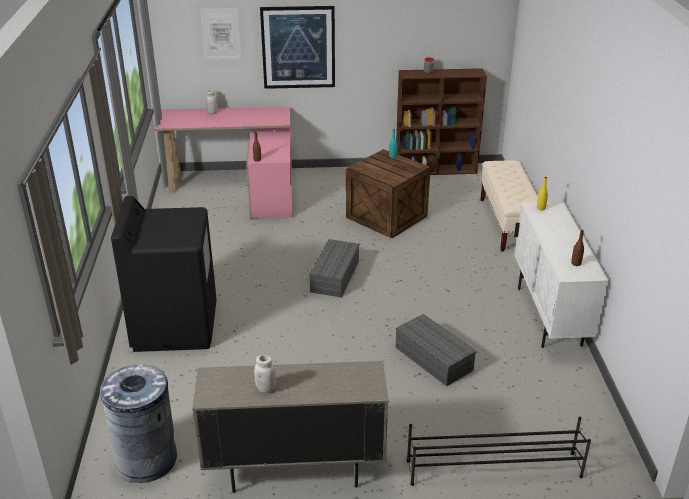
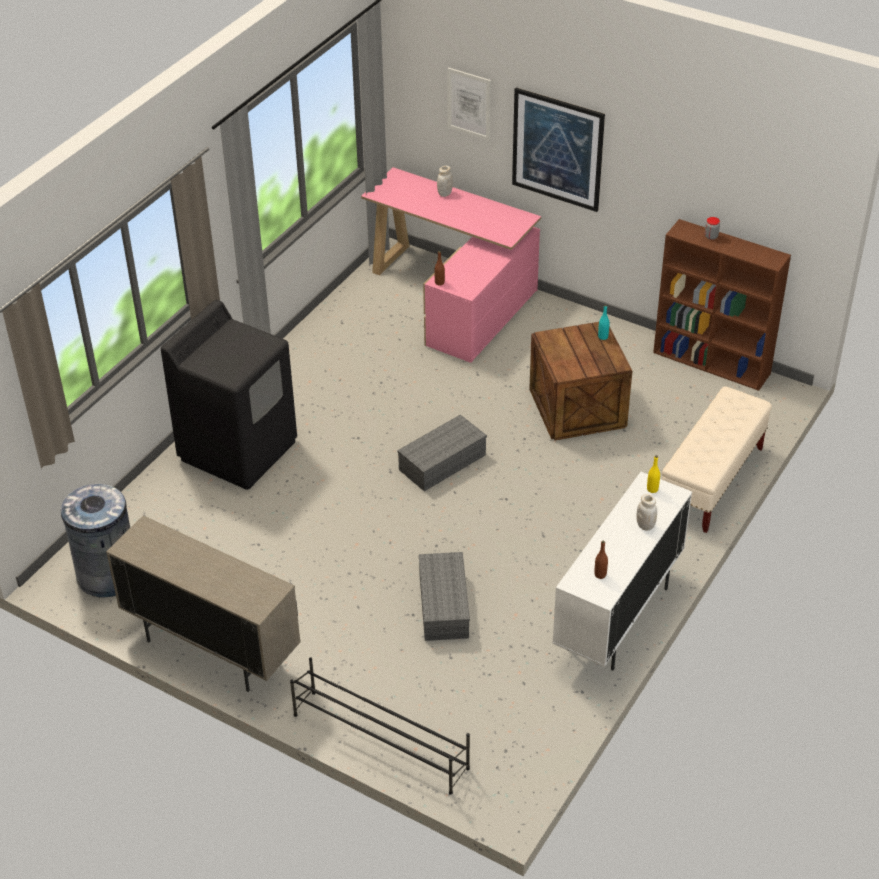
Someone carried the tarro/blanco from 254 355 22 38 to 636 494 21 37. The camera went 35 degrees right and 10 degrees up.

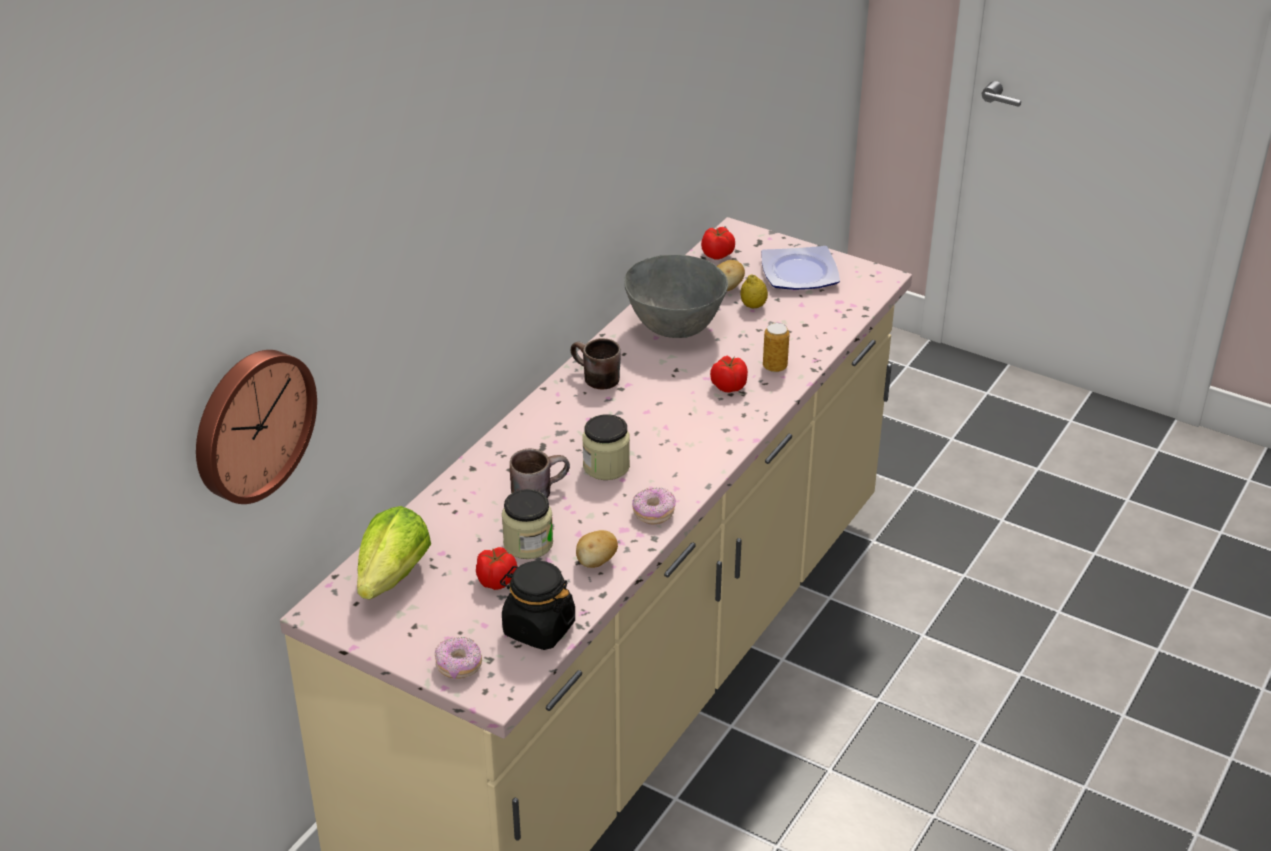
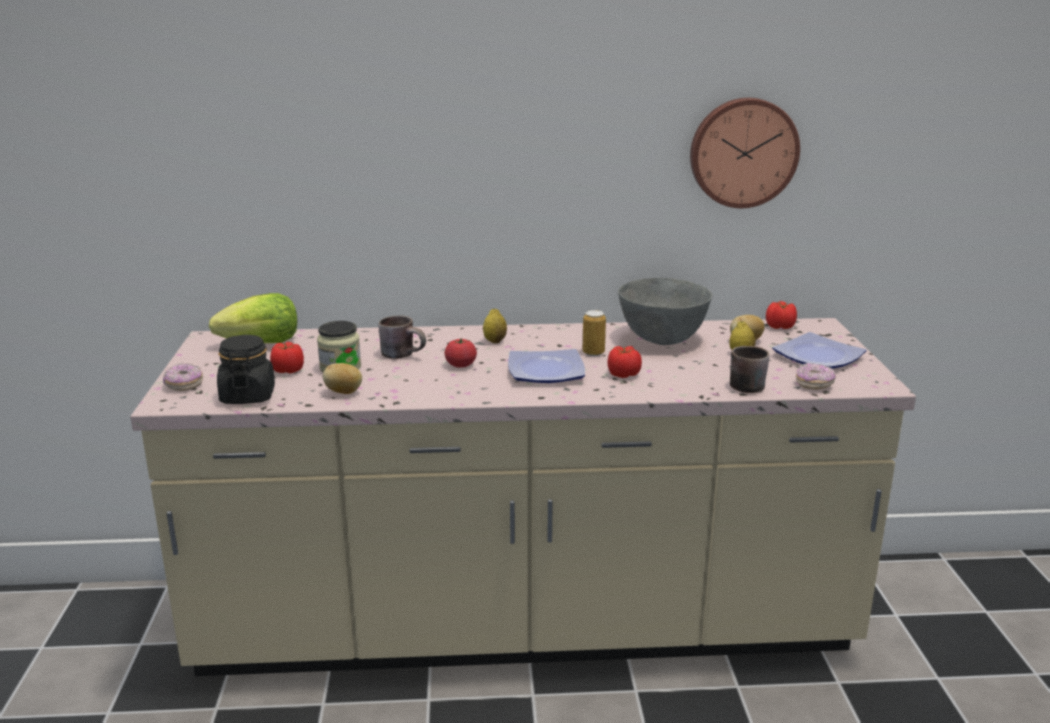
Someone swapped the tarro at 582 414 48 66 for the tomate at 445 338 32 30. Someone put down the limón at 483 309 24 34. Someone put down the plato at 508 349 77 34. Someone carried the lata from 763 323 27 49 to 582 310 24 46. Someone carried the reloj de pared from 196 350 121 154 to 690 98 110 110. Someone carried the taza grande/marrón from 570 338 51 52 to 730 346 40 47. Someone carried the rosquilla from 632 488 44 36 to 796 363 40 27. The camera went 55 degrees right and 15 degrees down.

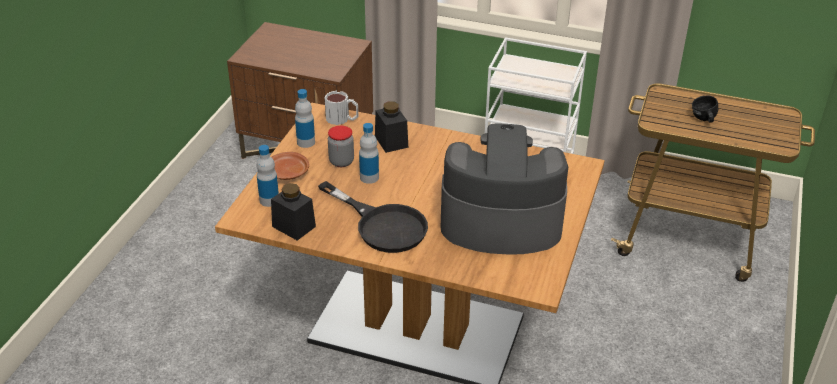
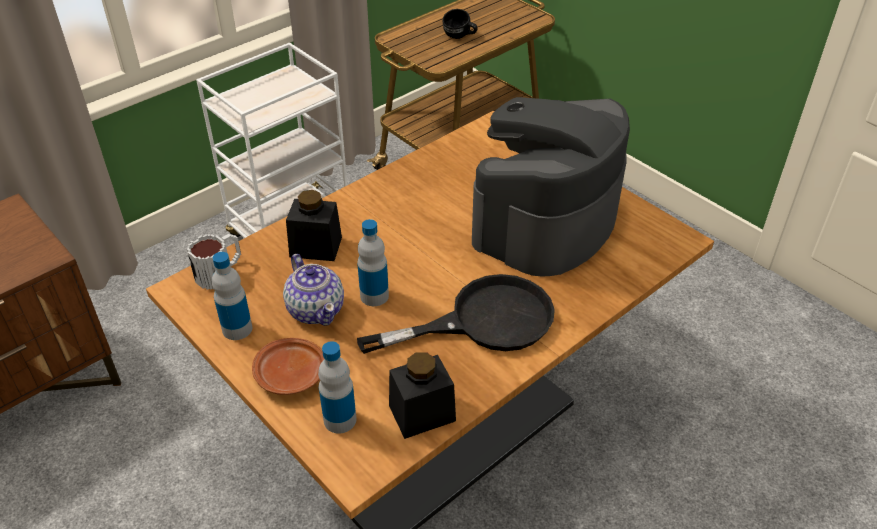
Someone swapped the tarro at 328 126 26 41 for the tetera at 283 254 61 72. The camera went 60 degrees left and 5 degrees up.

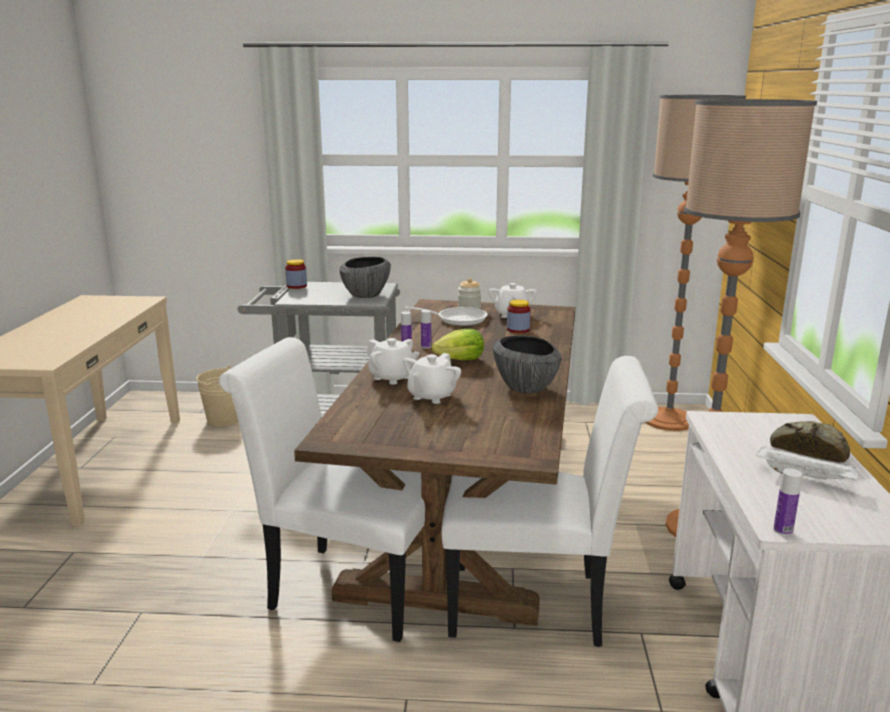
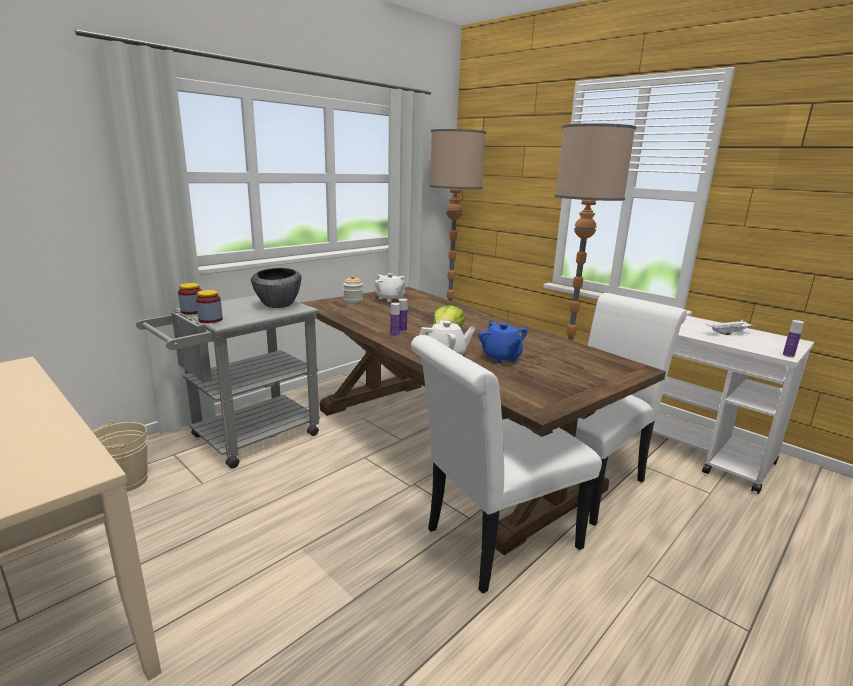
Someone carried the tarro from 507 300 24 33 to 196 290 27 33. Someone repainted the tetera/blanco at 403 353 58 51, which became the tetera/azul at 479 322 49 41. Someone took away the sartén at 405 307 82 19. Someone took away the cuenco at 493 336 69 57. Someone took away the pan at 770 421 80 42. The camera went 50 degrees left and 0 degrees up.

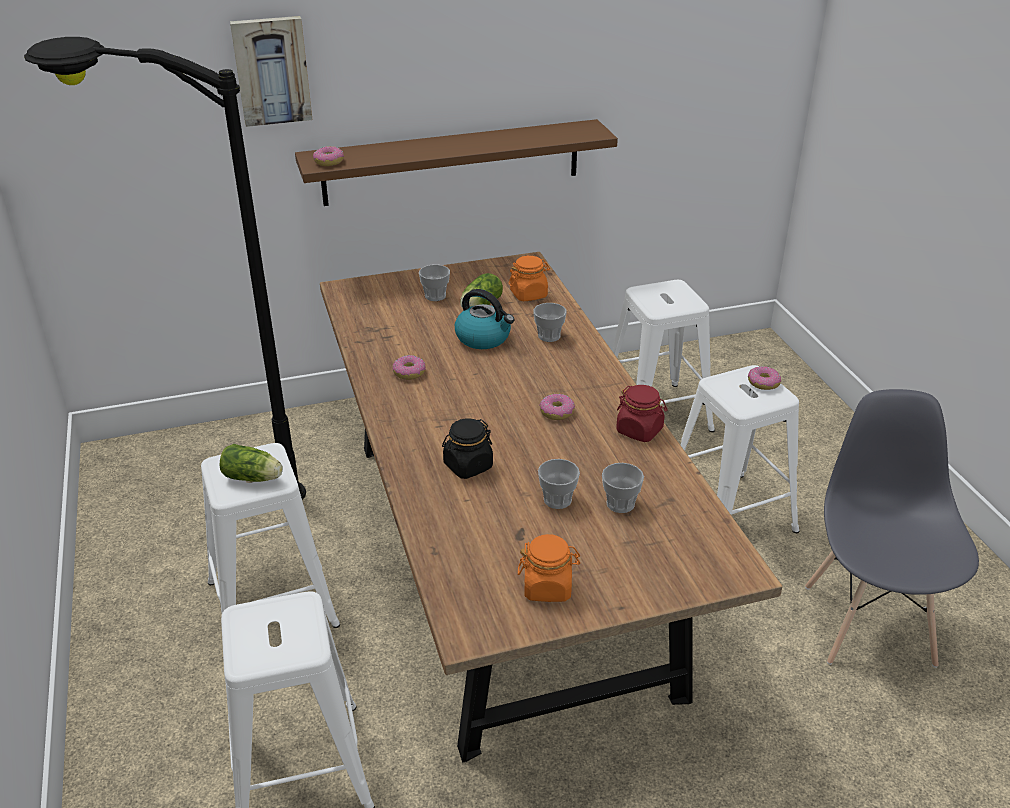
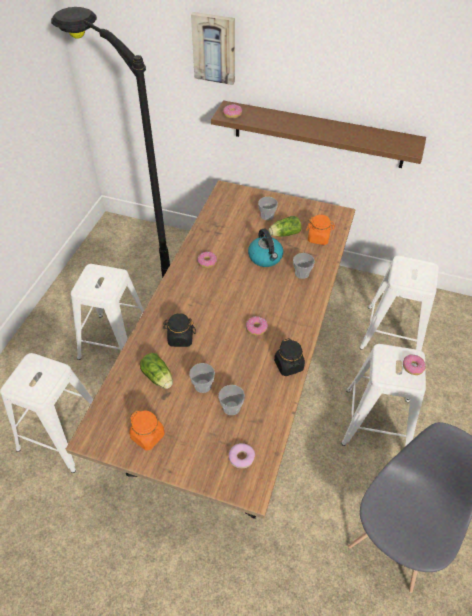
Someone carried the lechuga from 219 444 64 38 to 140 353 33 36. Someone put down the rosquilla at 229 443 26 25. Someone repainted the tarro/rojo at 616 385 51 57, which became the tarro/negro at 274 338 31 38. The camera went 35 degrees right and 15 degrees up.

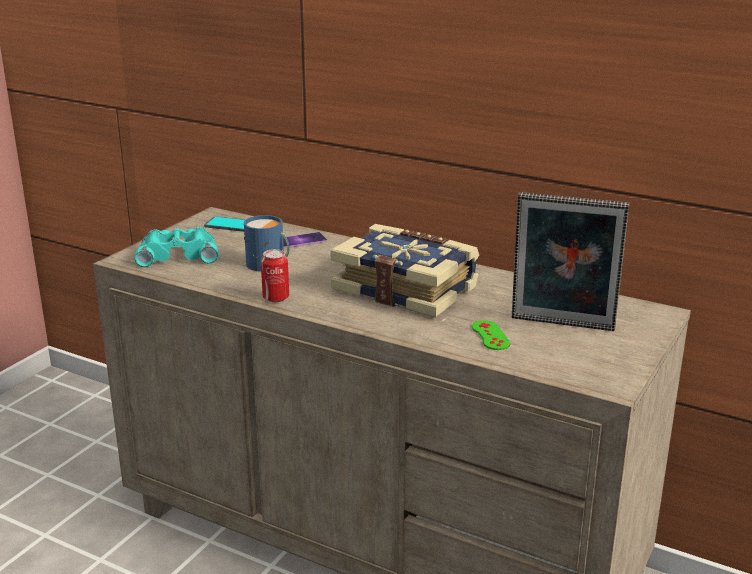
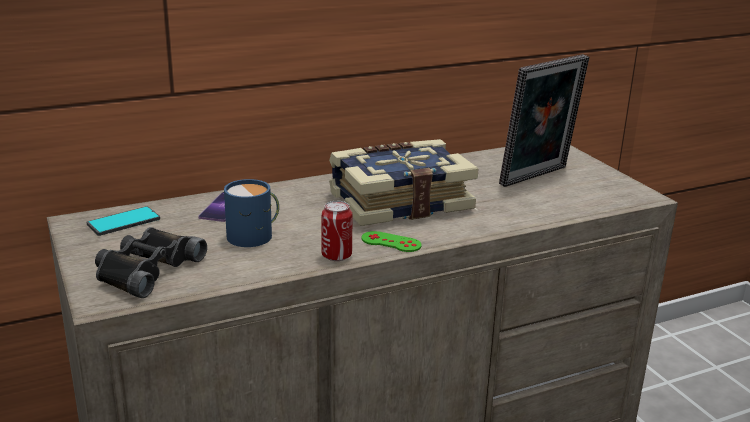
Someone repainted the prismáticos/turquesa at 134 227 85 40, which became the prismáticos/negro at 95 227 112 71. Someone carried the mando de consola/verde from 472 320 38 30 to 362 231 60 21. The camera went 55 degrees left and 0 degrees up.

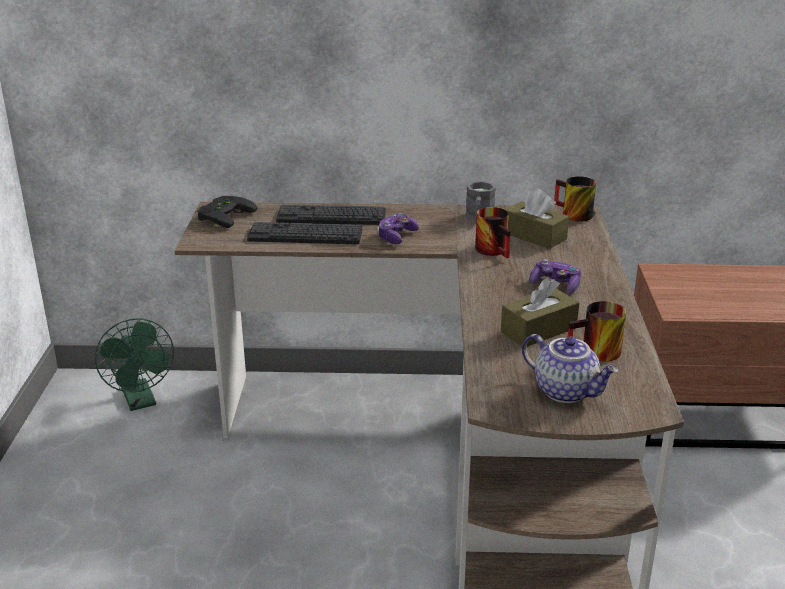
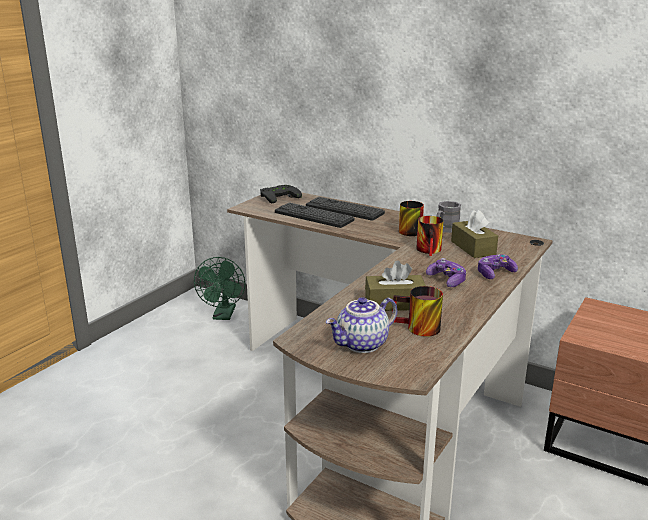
Someone rotated the tetera at 522 334 97 69 by 75 degrees clockwise. Someone carried the taza grande from 554 176 42 46 to 399 201 25 35. Someone carried the mando de consola from 377 213 42 31 to 478 254 40 25. The camera went 30 degrees right and 5 degrees down.

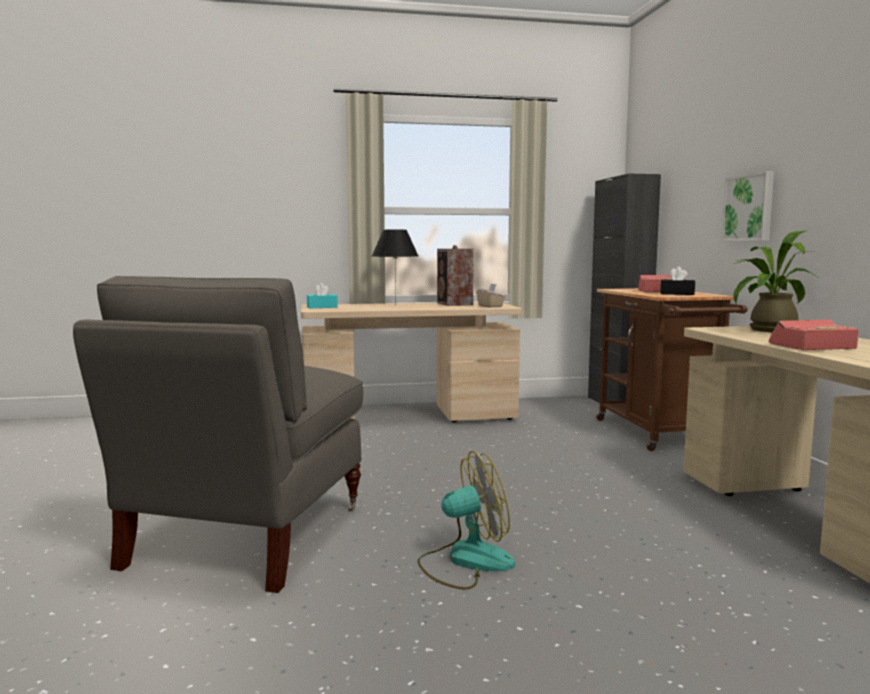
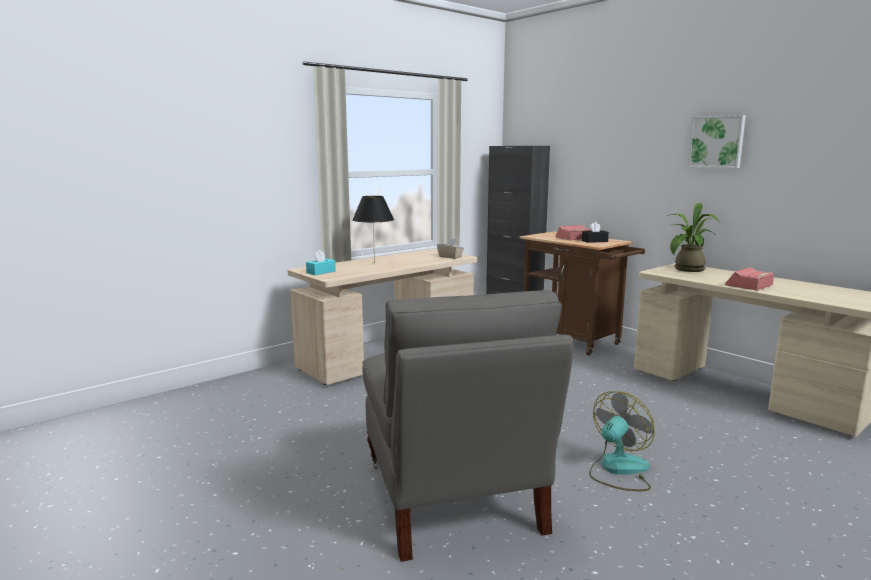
Someone carried the cuadro from 721 171 53 70 to 688 115 58 53. Someone took away the altavoz at 437 245 37 61. The camera went 30 degrees left and 5 degrees up.

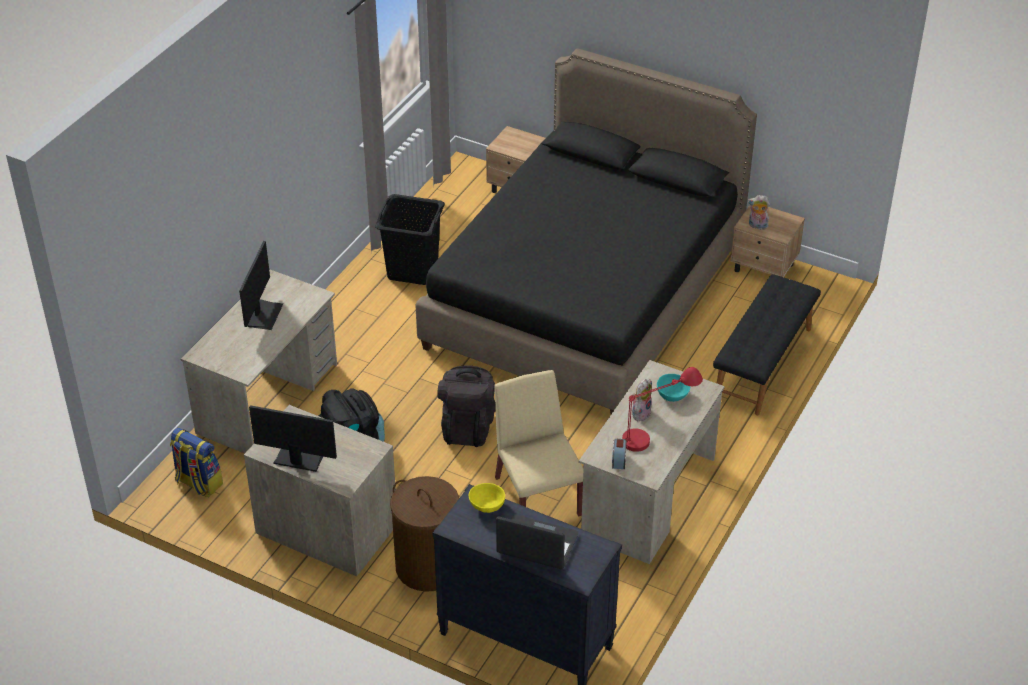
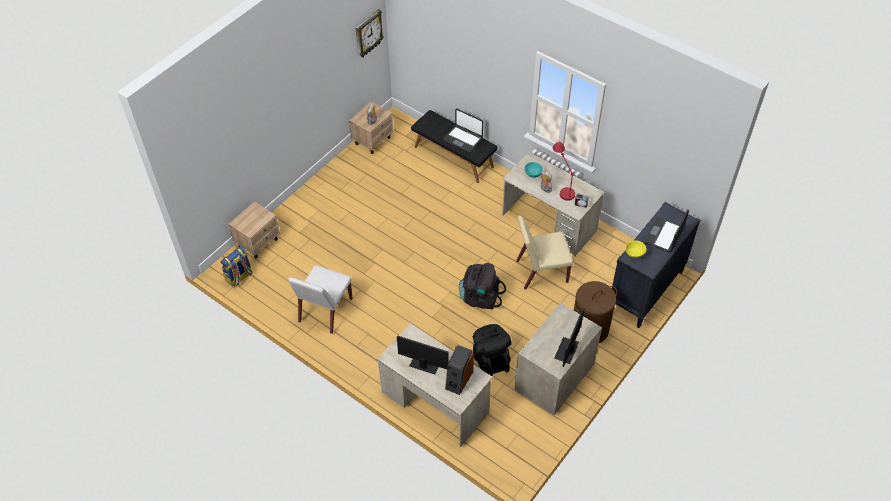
Someone carried the mochila from 170 428 53 69 to 221 246 32 42. Someone swapped the cesto de la ropa/negro at 375 194 70 91 for the silla/blanco at 288 265 64 69. Someone put up the reloj de pared at 355 9 29 49. Someone put down the portátil at 443 108 40 44. Someone put down the altavoz at 445 345 29 50. Someone took away the cama/negro at 415 48 342 366. The camera went 80 degrees left and 10 degrees up.

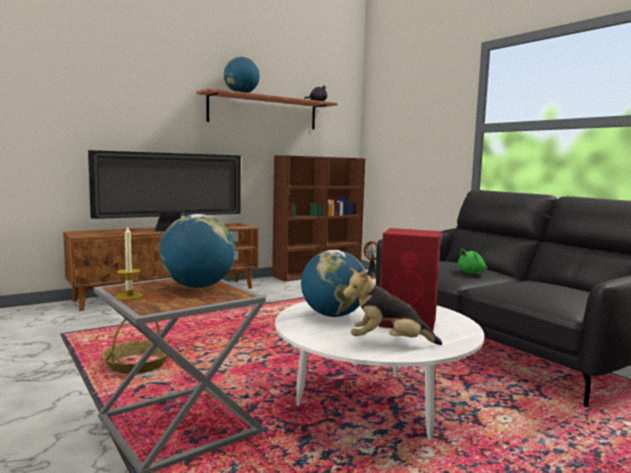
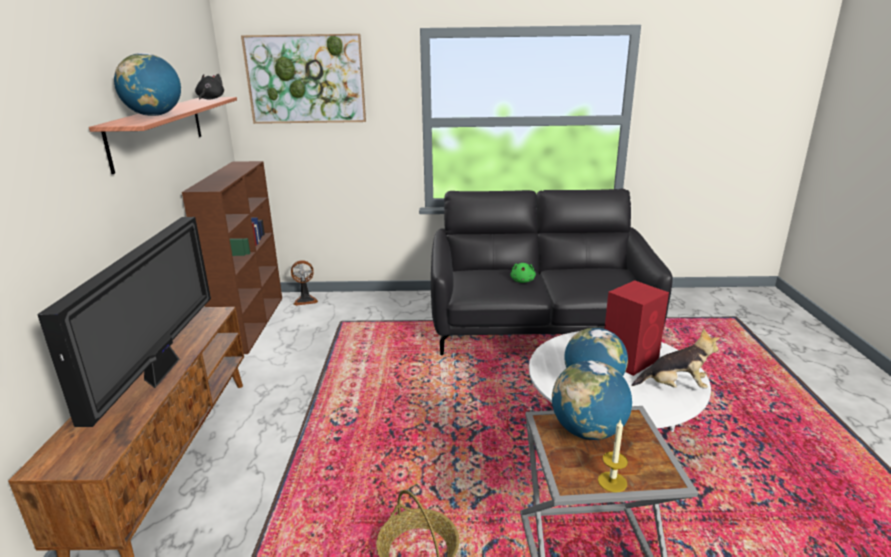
Someone put up the cuadro at 241 34 125 90. Someone rotated the peluche at 343 267 99 78 by 120 degrees counterclockwise. The camera went 55 degrees left and 15 degrees up.

